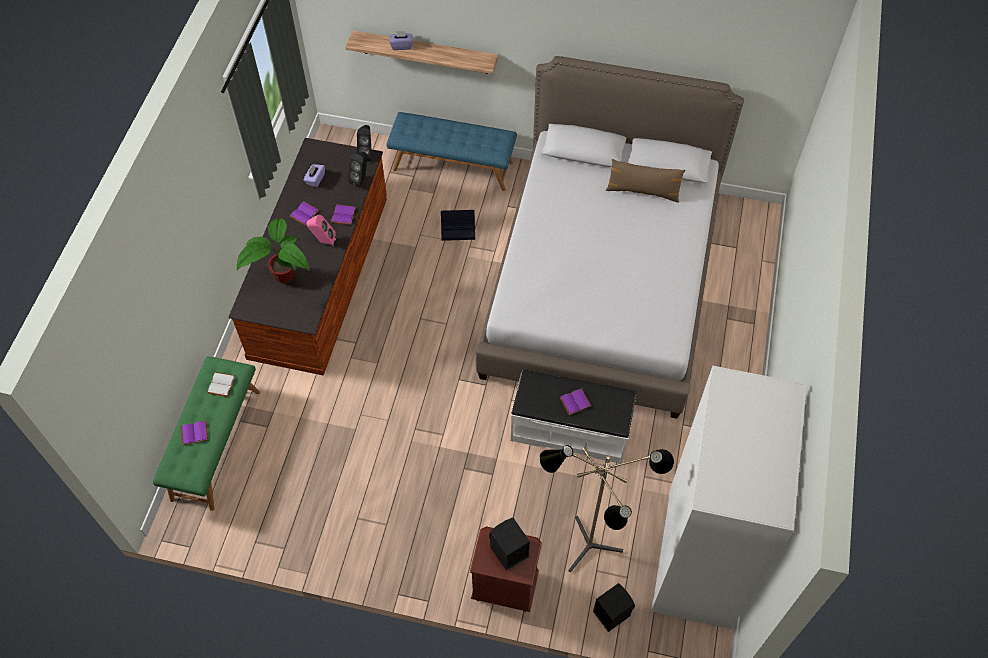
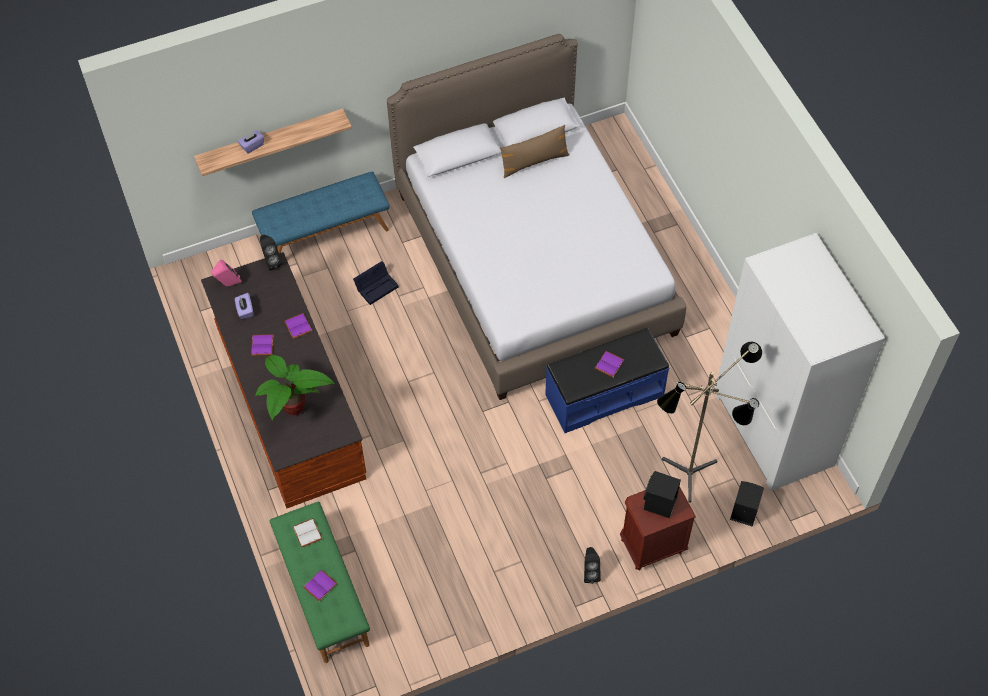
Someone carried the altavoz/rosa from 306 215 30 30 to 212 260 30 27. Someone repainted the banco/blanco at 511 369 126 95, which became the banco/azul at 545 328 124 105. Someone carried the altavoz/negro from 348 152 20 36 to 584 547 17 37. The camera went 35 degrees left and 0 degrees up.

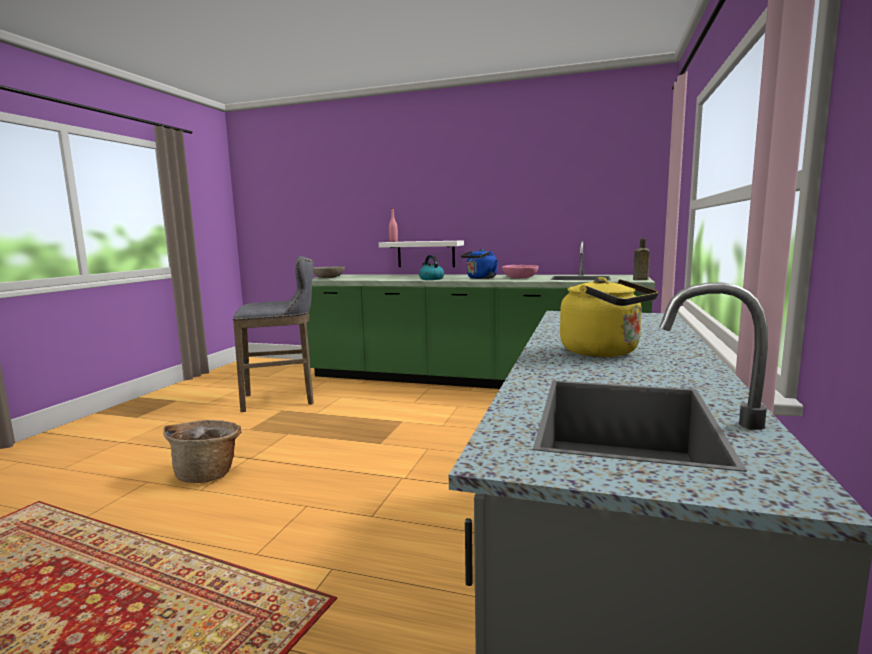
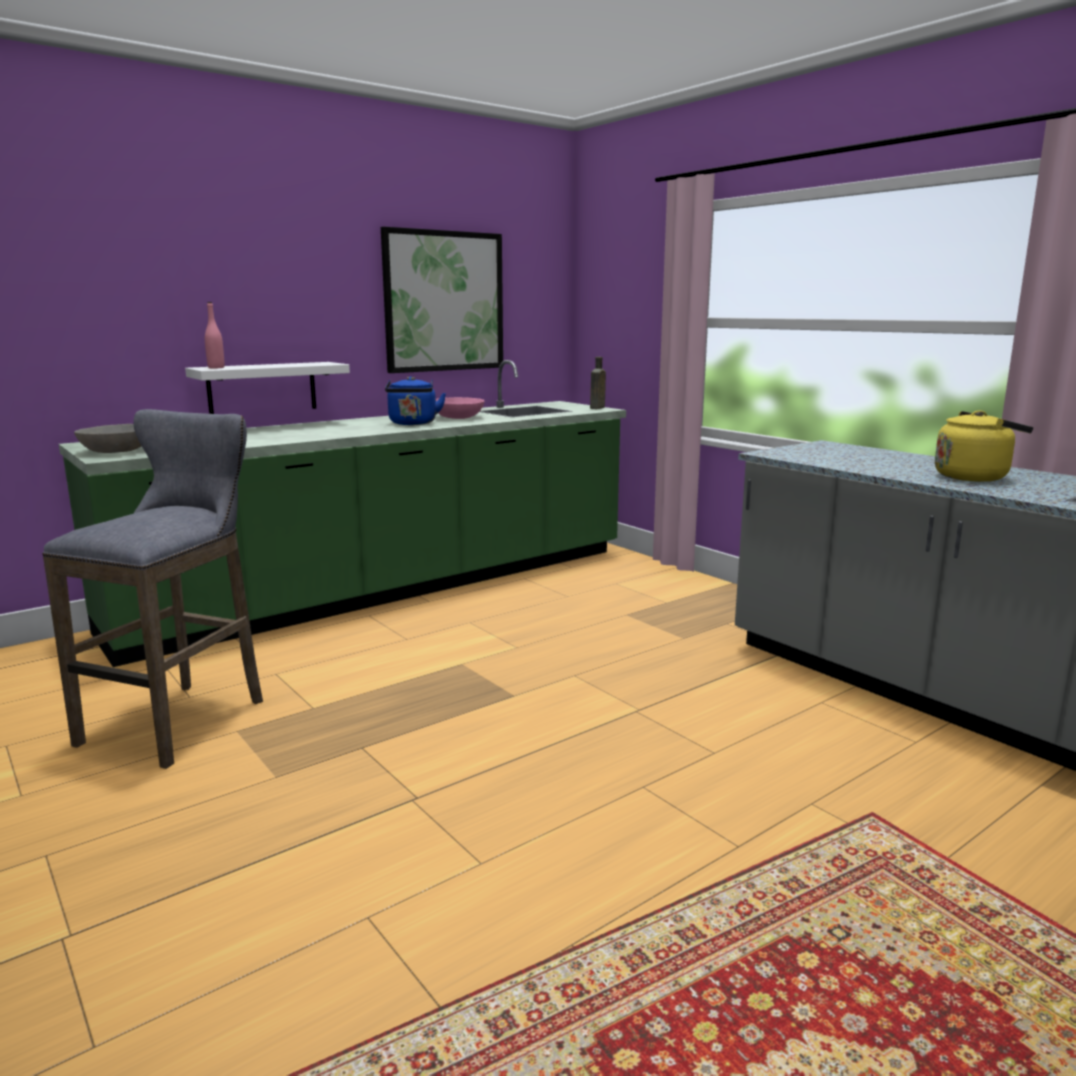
Someone put up the cuadro at 381 227 122 146. Someone took away the cesta at 163 420 78 63. Someone took away the hervidor at 419 255 25 25. The camera went 55 degrees left and 5 degrees up.

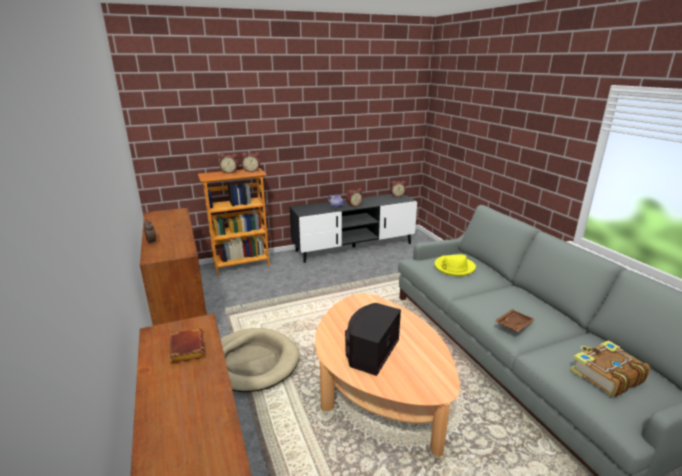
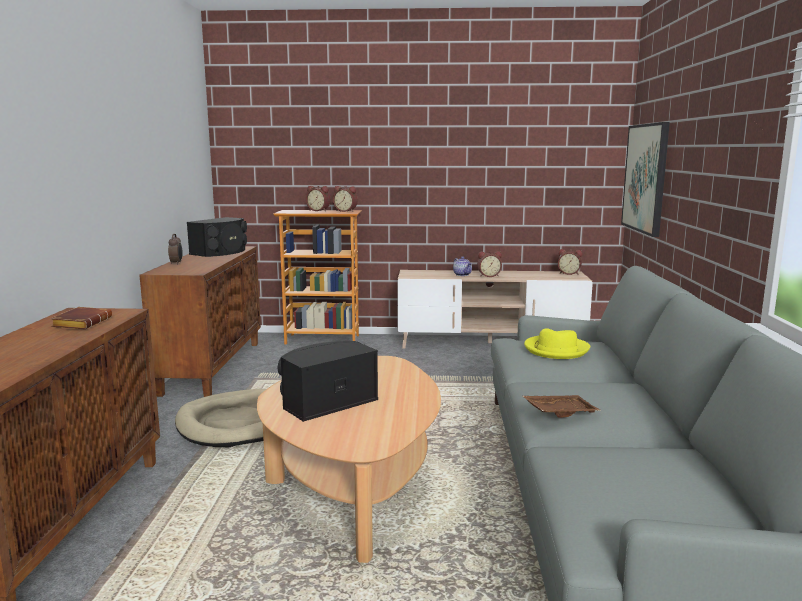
Someone put down the altavoz/negro at 187 217 60 40. Someone repainted the mueble de televisión/negro at 290 194 127 69, which became the mueble de televisión/beis at 398 270 195 79. Someone put up the cuadro at 621 122 49 115. Someone took away the libro at 570 340 80 56. The camera went 25 degrees right and 10 degrees down.

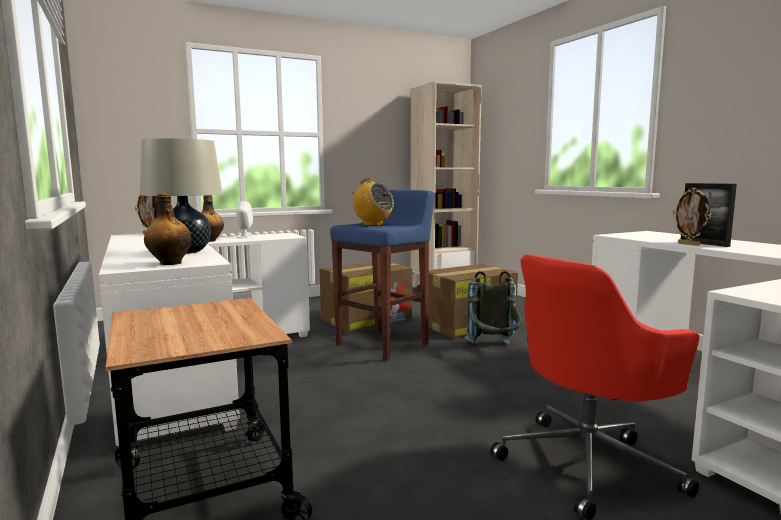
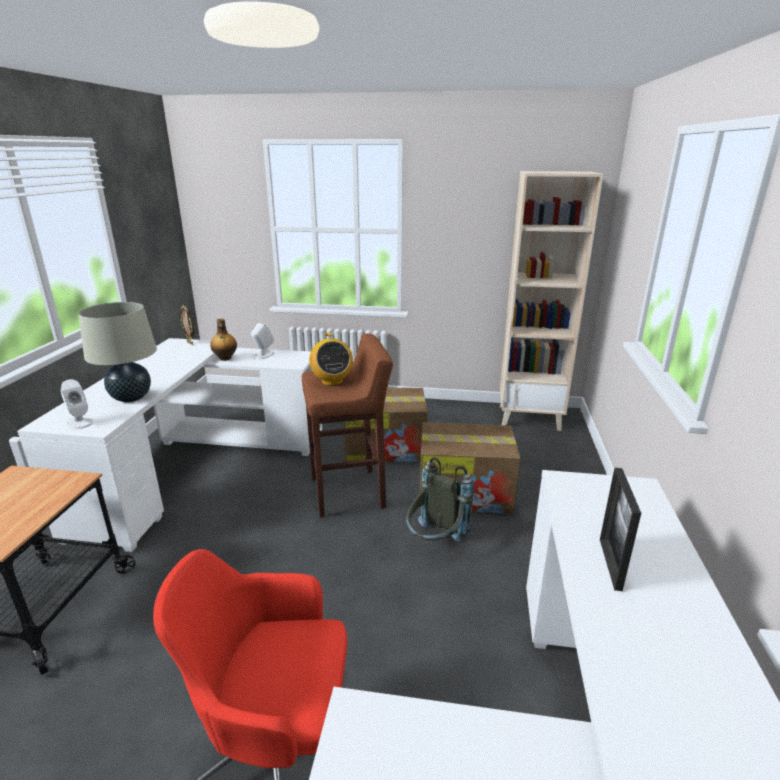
Someone swapped the botella at 144 193 48 72 for the altavoz/blanco at 61 379 32 51. Someone repainted the taburete/azul at 330 189 105 172, which became the taburete/marrón at 302 334 91 184. Someone took away the portarretratos at 673 188 38 58. The camera went 35 degrees right and 15 degrees up.

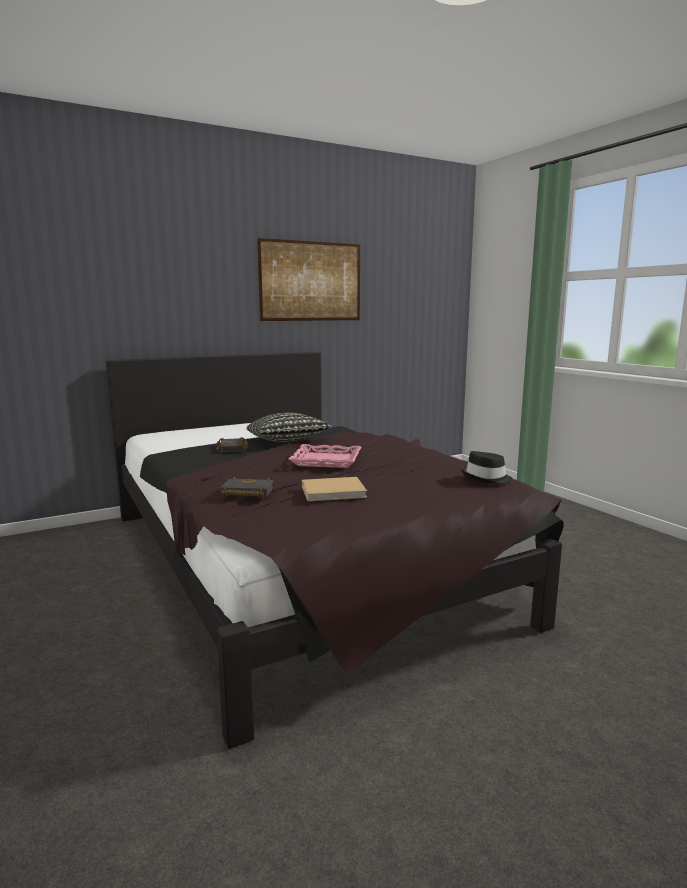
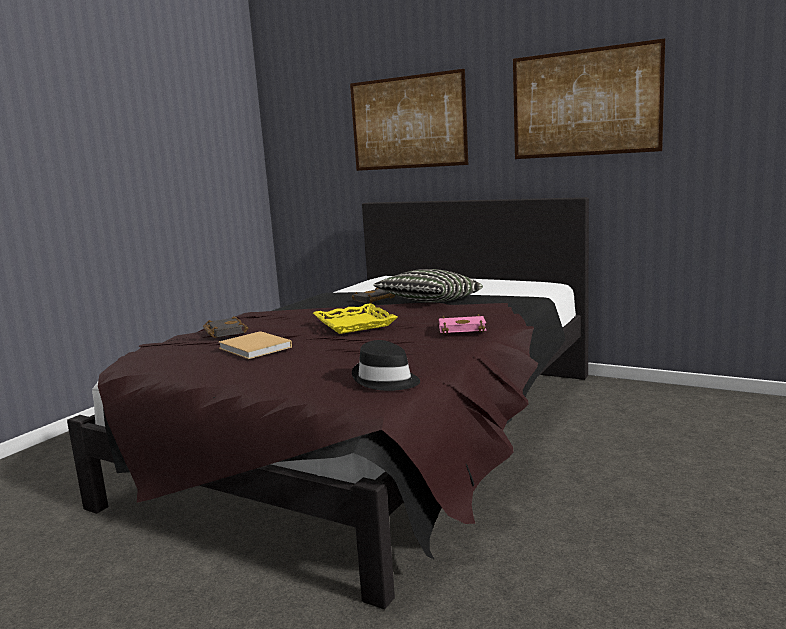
Someone repainted the bandeja/rosa at 289 444 72 24, which became the bandeja/amarillo at 313 303 85 31. Someone put up the cuadro at 350 69 118 102. Someone put down the libro/rosa at 439 314 48 20. The camera went 60 degrees right and 0 degrees up.

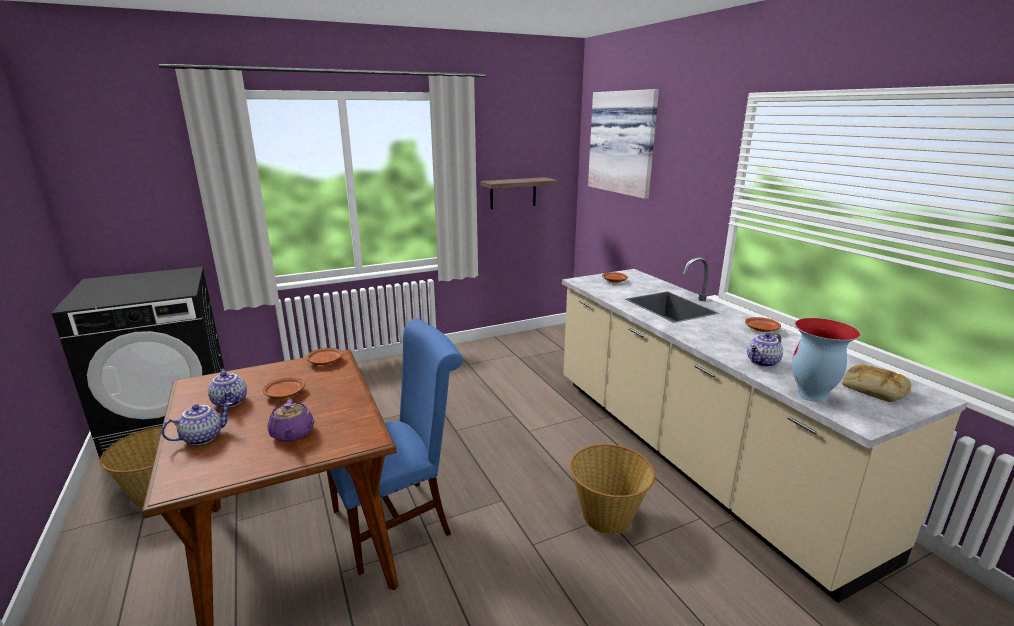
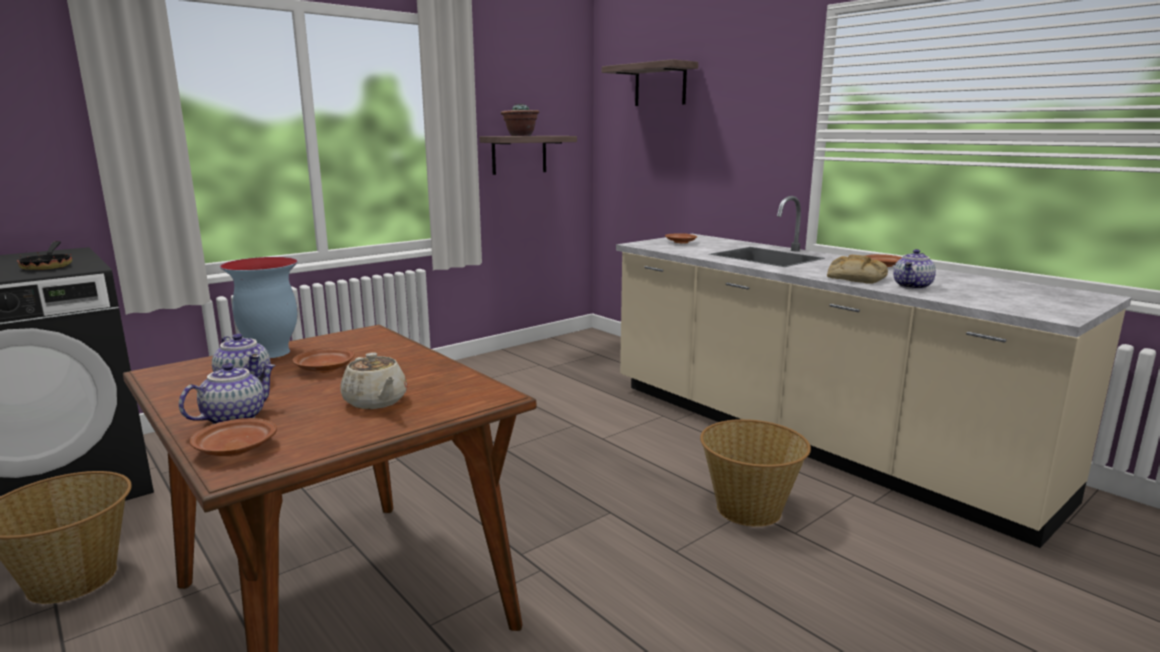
Someone put down the sartén at 17 241 55 29. Someone carried the plato/marrón from 306 348 37 17 to 190 418 87 38. Someone carried the florero from 792 318 69 84 to 220 257 78 101. Someone repainted the tetera/morado at 268 399 46 43, which became the tetera/beis at 340 352 68 57. Someone put down the planta en maceta at 501 104 38 32. Someone swapped the cuadro at 588 89 71 110 for the estante at 602 59 96 47. Someone carried the pan from 842 365 69 37 to 827 255 61 29. Someone took away the silla/azul at 327 318 136 257. The camera went 15 degrees left and 5 degrees down.

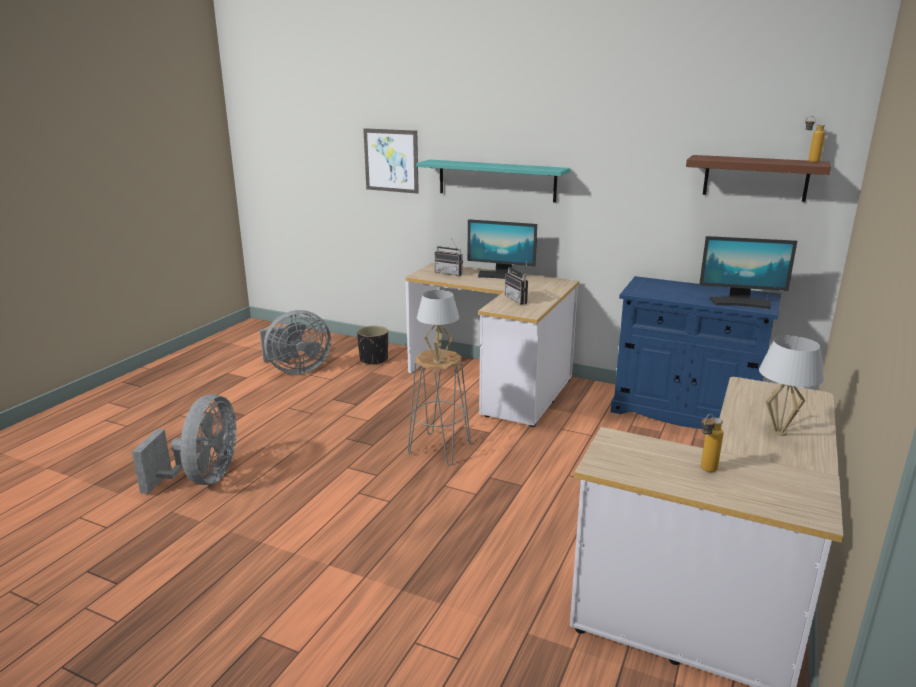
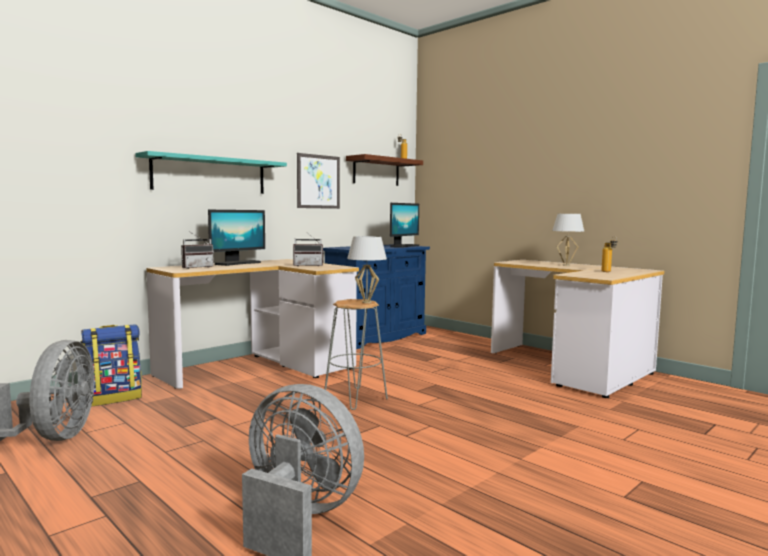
Someone swapped the maceta/negro at 357 326 31 40 for the mochila at 80 324 62 82. Someone carried the cuadro from 363 128 56 66 to 297 153 43 56. The camera went 70 degrees left and 15 degrees down.

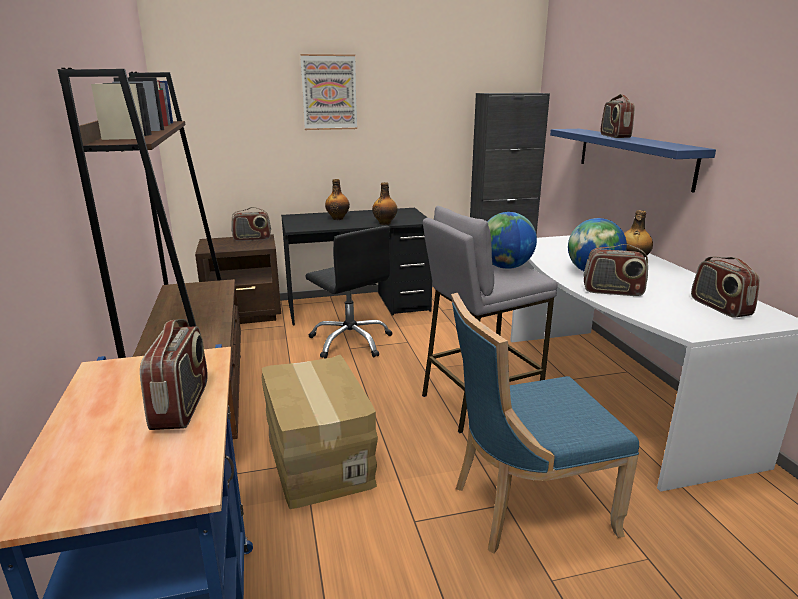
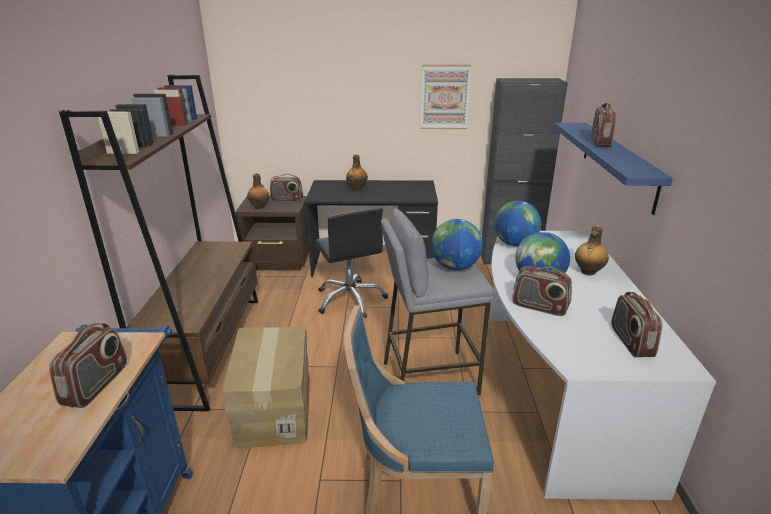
Someone carried the botella from 372 182 26 43 to 247 174 23 35. Someone carried the cuadro from 300 54 57 76 to 421 65 50 64. Someone put down the globo terráqueo at 494 201 47 46. The camera went 15 degrees right and 5 degrees up.

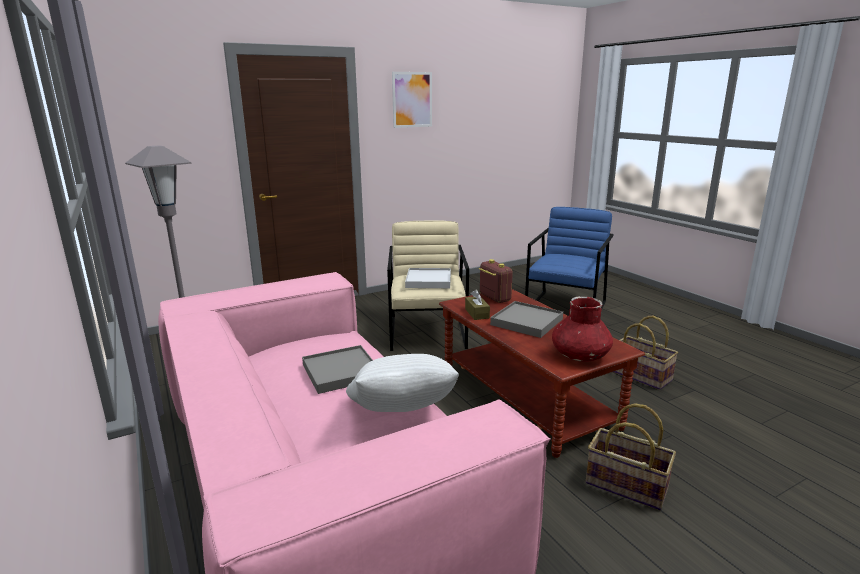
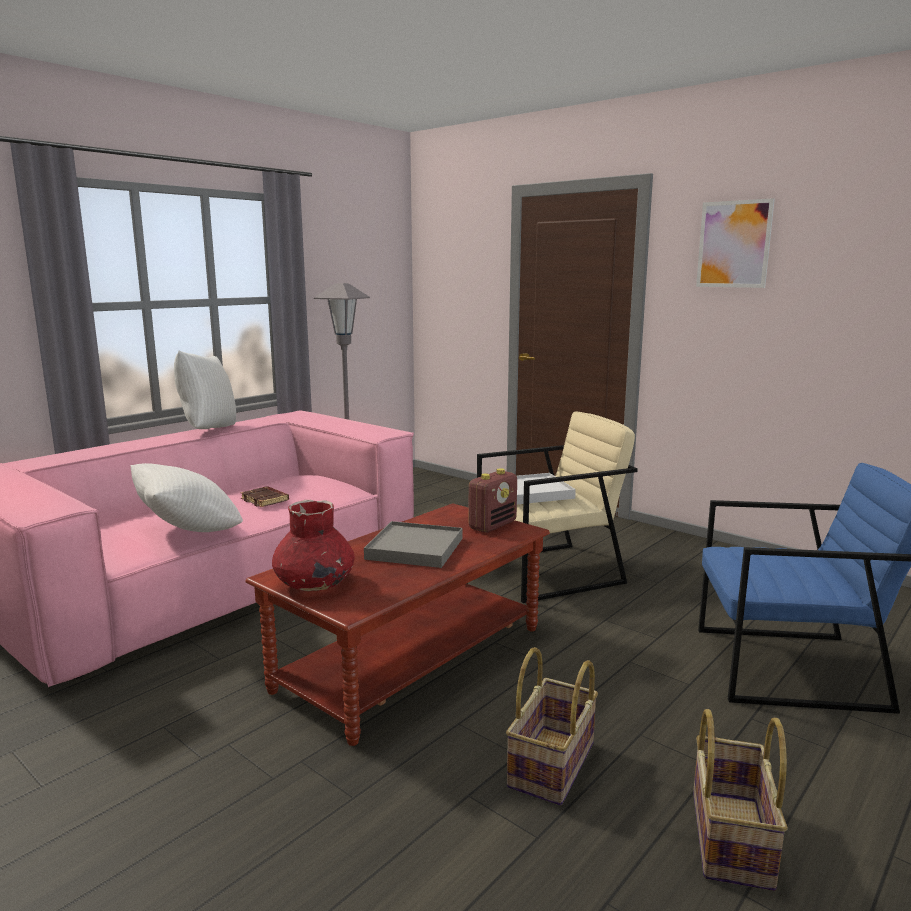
Someone put down the cojín/blanco at 174 351 62 78. Someone swapped the bandeja/gris at 302 345 71 49 for the libro/marrón at 240 486 49 21. Someone carried the cesta from 586 403 90 107 to 693 709 95 182. Someone took away the caja de pañuelos/marrón at 465 290 25 30. The camera went 70 degrees right and 5 degrees down.

